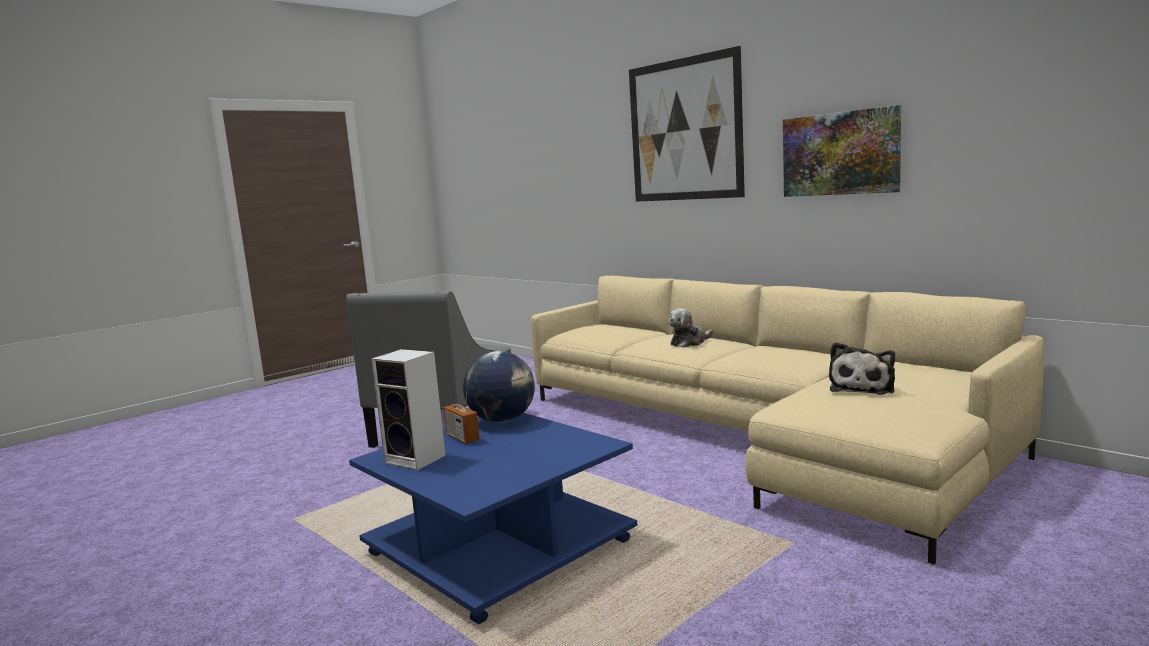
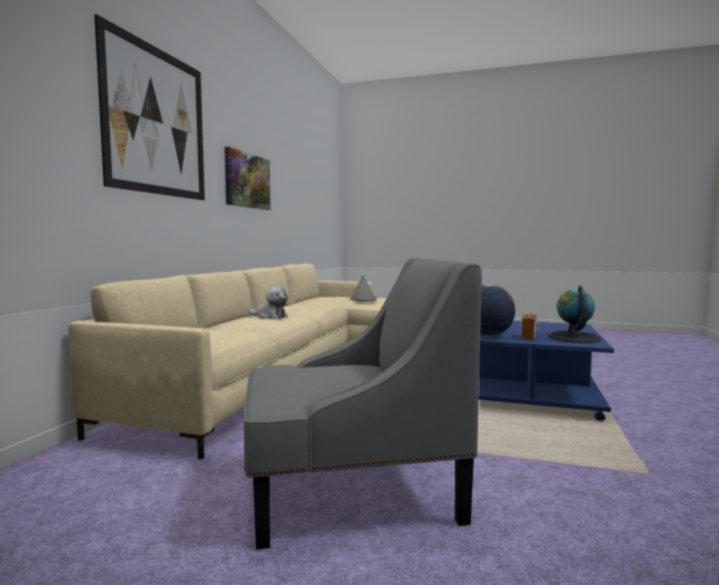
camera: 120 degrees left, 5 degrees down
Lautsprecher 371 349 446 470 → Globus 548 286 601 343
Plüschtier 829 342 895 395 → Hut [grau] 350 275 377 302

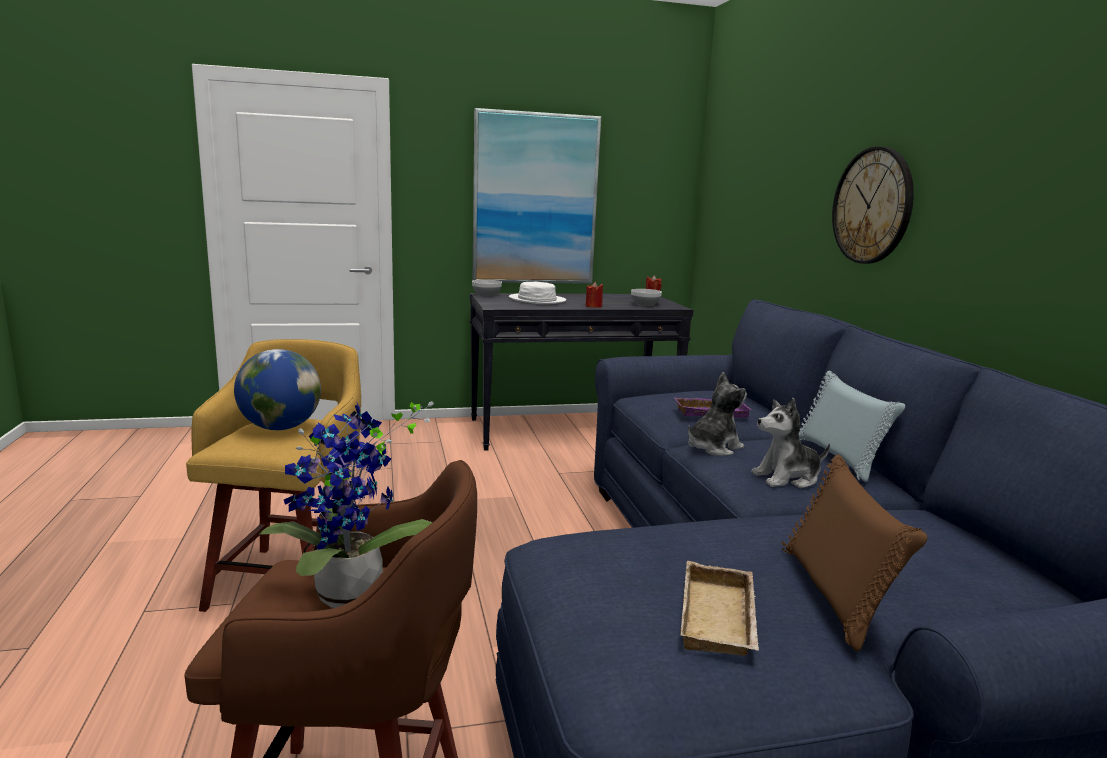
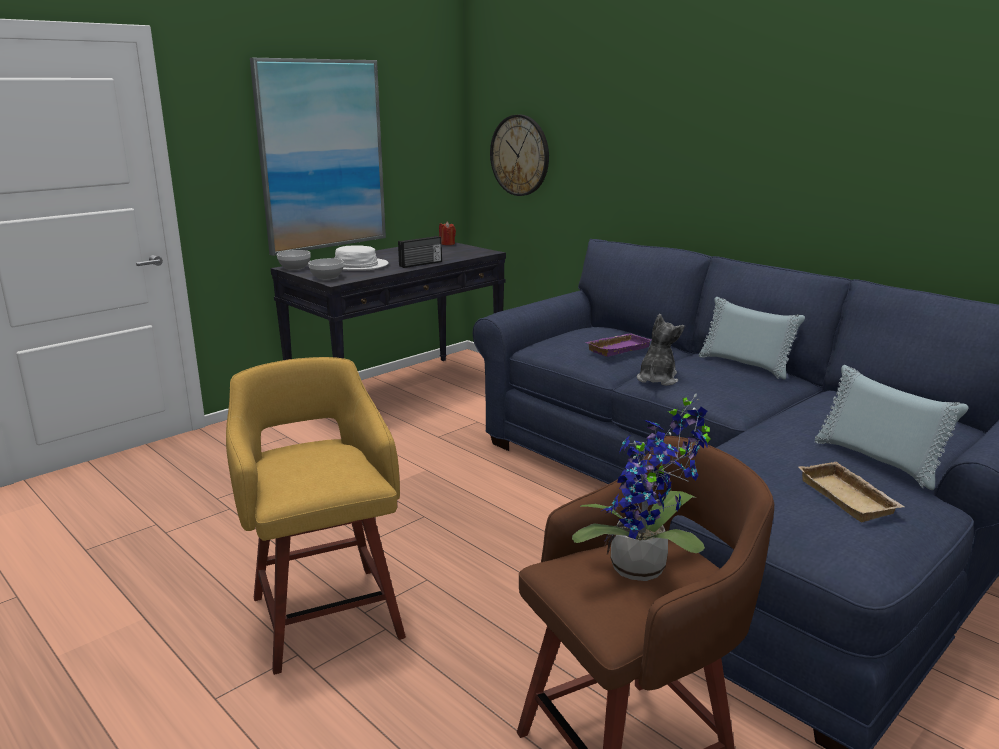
camera: 30 degrees left, 5 degrees up
Globus 234 349 321 430 → -
Plüschtier 751 398 830 488 → -
Schüssel 631 289 662 306 → Schüssel 308 258 344 280, shifted
Wanduhr 832 146 914 264 → Wanduhr 490 115 549 196, shifted
Kerze [rot] 586 282 603 308 → Radio 398 236 442 268
Kissen [braun] 781 455 928 652 → Kissen [blau] 815 365 969 490

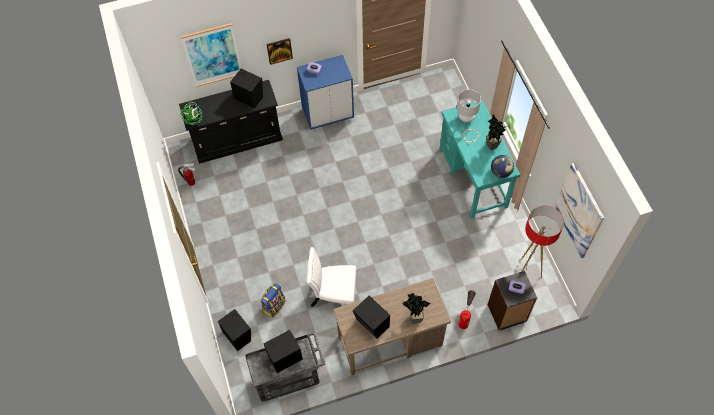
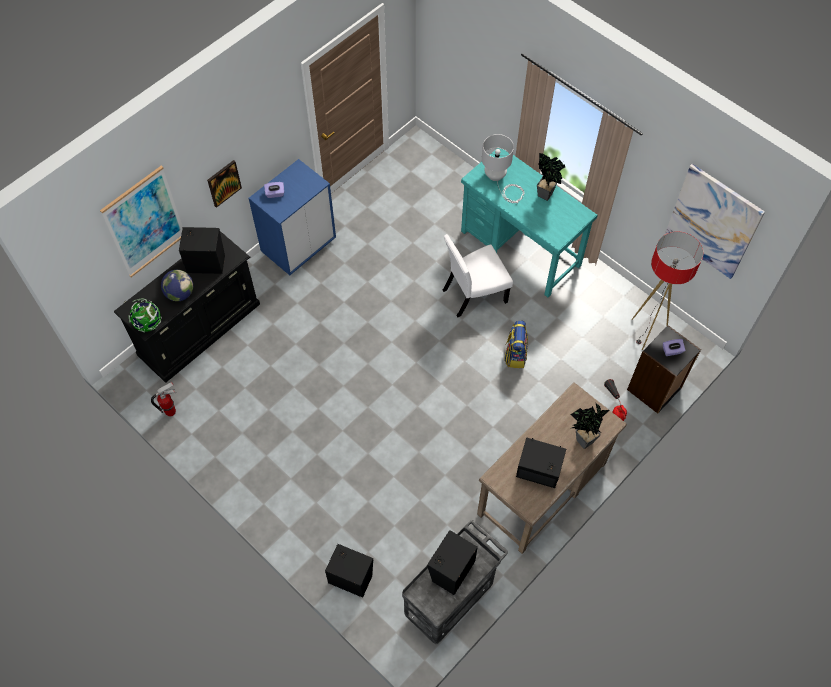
camera: 30 degrees left, 0 degrees up
Rucksack 260 283 286 318 → Rucksack 504 320 528 368, shifted
Stuhl [weiß] 307 247 356 307 → Stuhl [weiß] 443 234 513 317, shifted
Globus 491 155 514 178 → Globus 161 270 193 301, shifted

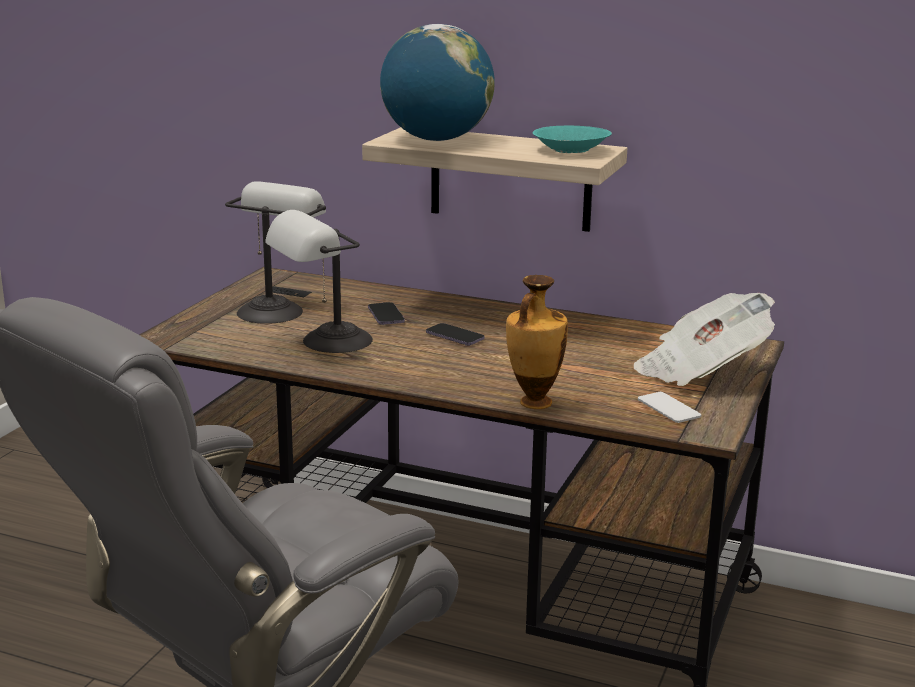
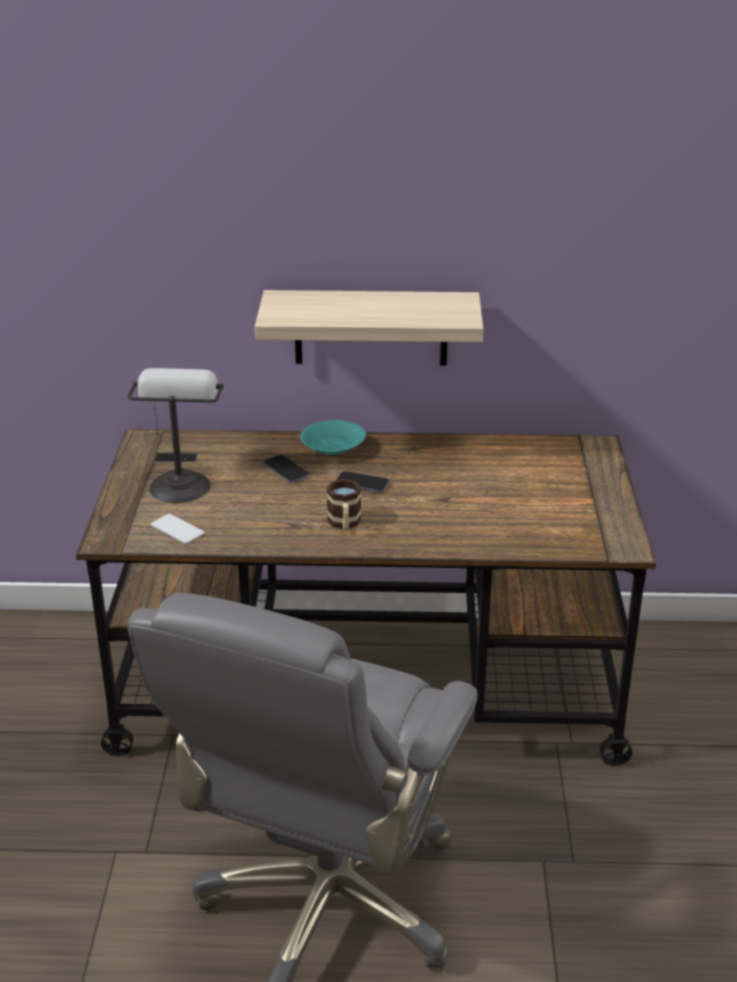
camera: 20 degrees left, 10 degrees up
Tischlampe 265 210 373 353 → -
Globus 380 24 495 141 → -
Vase 506 275 568 409 → -
Zeitung 634 293 775 386 → -
- → Henkelbecher 327 479 361 530
Schüssel [türkis] 533 126 612 153 → Schüssel [türkis] 300 420 366 455, shifted
Handy 638 392 701 423 → Handy 151 514 204 544, shifted

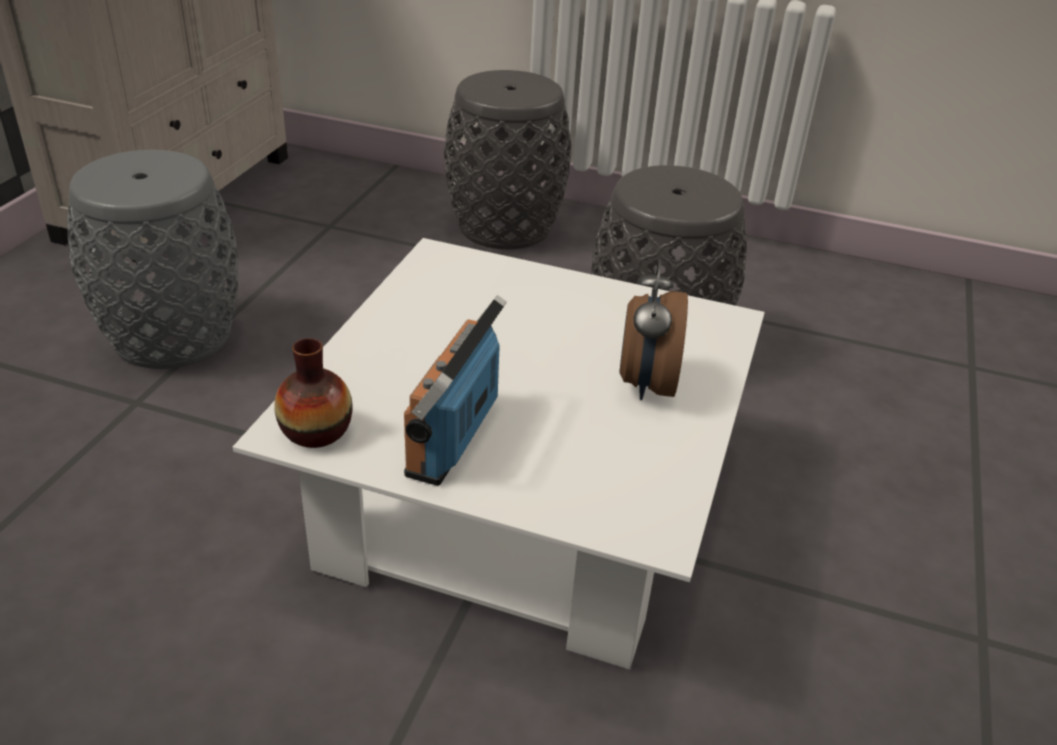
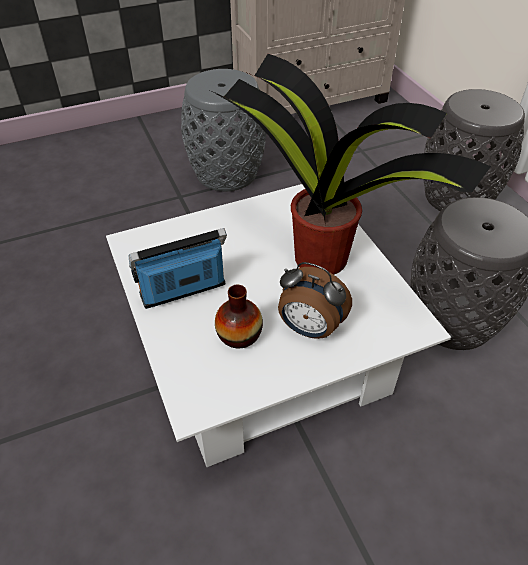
camera: 50 degrees right, 10 degrees up
- → Topfpflanze 210 54 491 275
Vase 274 338 353 448 → Vase 215 285 263 348, shifted
Wecker 619 259 688 400 → Wecker 278 262 352 339, 120 degrees counterclockwise

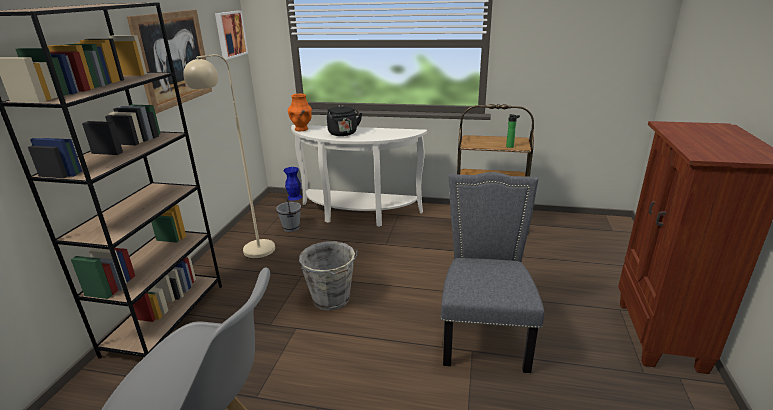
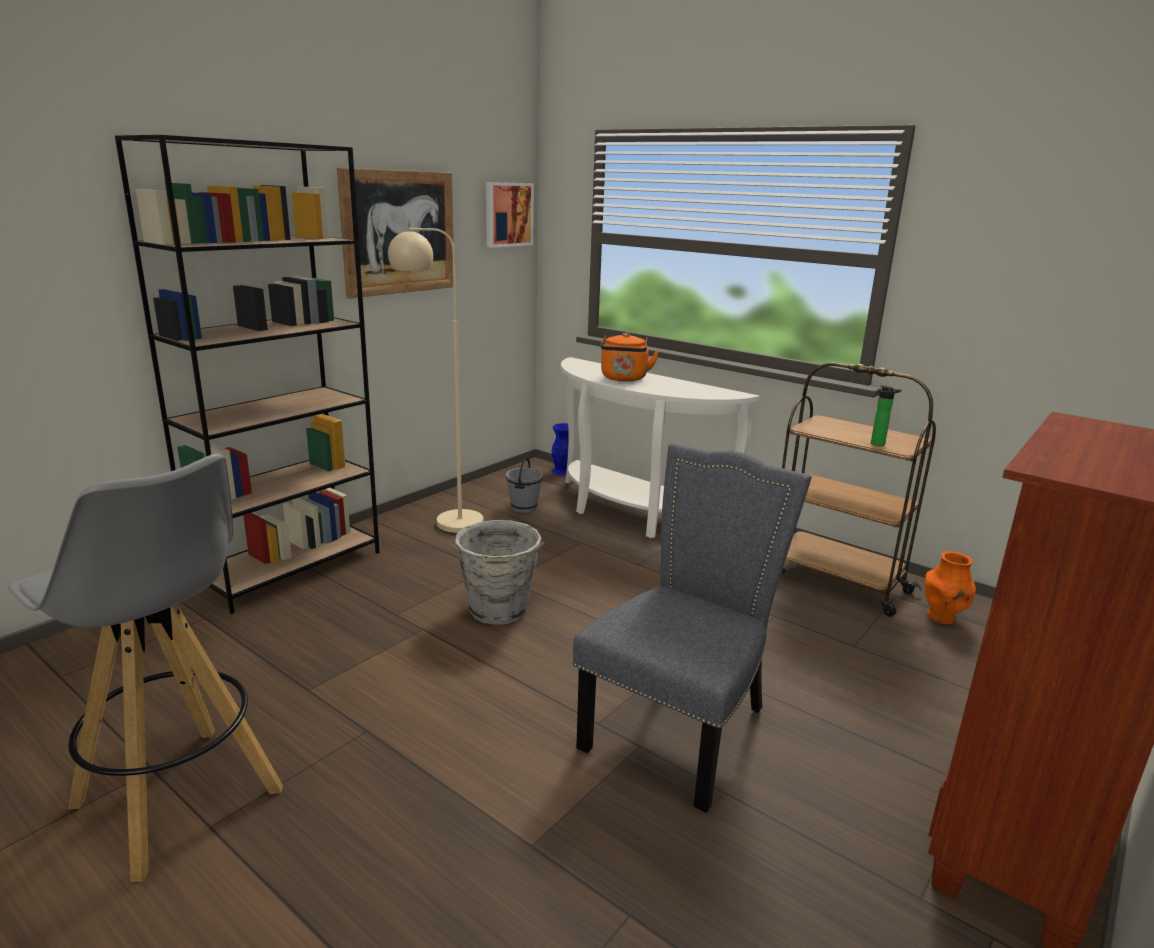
camera: 25 degrees right, 5 degrees down
Vase [orange] 288 94 312 131 → Vase [orange] 925 551 976 624, shifted
Wasserkessel [schwarz] 327 105 362 136 → Wasserkessel [orange] 601 333 659 382

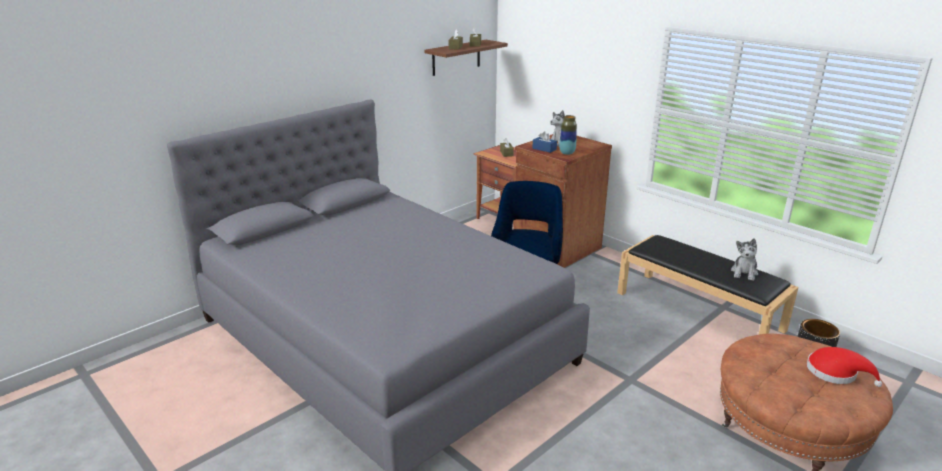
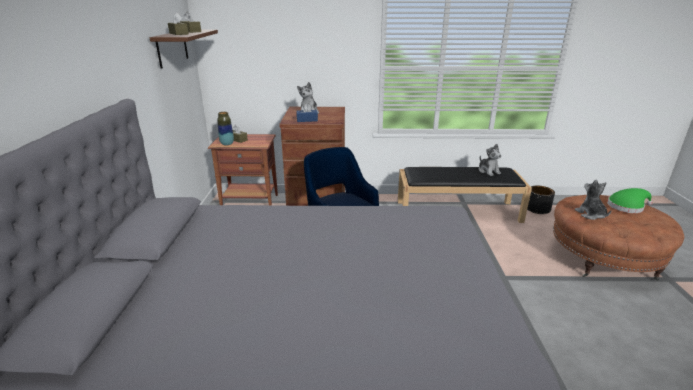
camera: 45 degrees left, 0 degrees up
- → Plüschtier 575 179 611 220
Vase 559 115 577 155 → Vase 217 112 234 145, shifted
Hut [rot] 807 347 882 387 → Hut [grün] 607 188 652 213

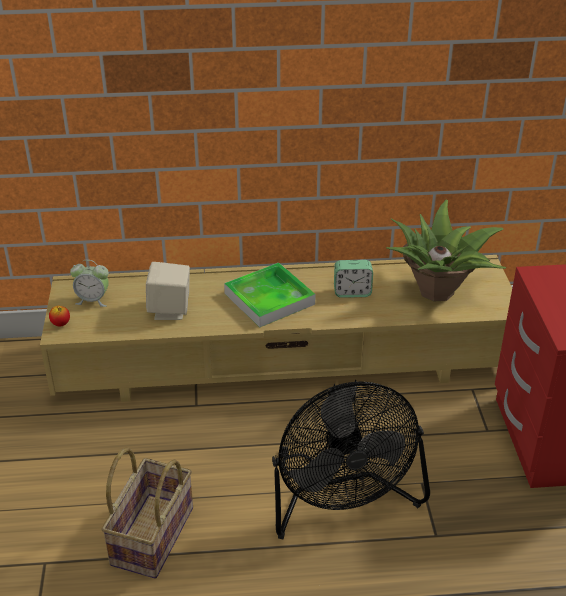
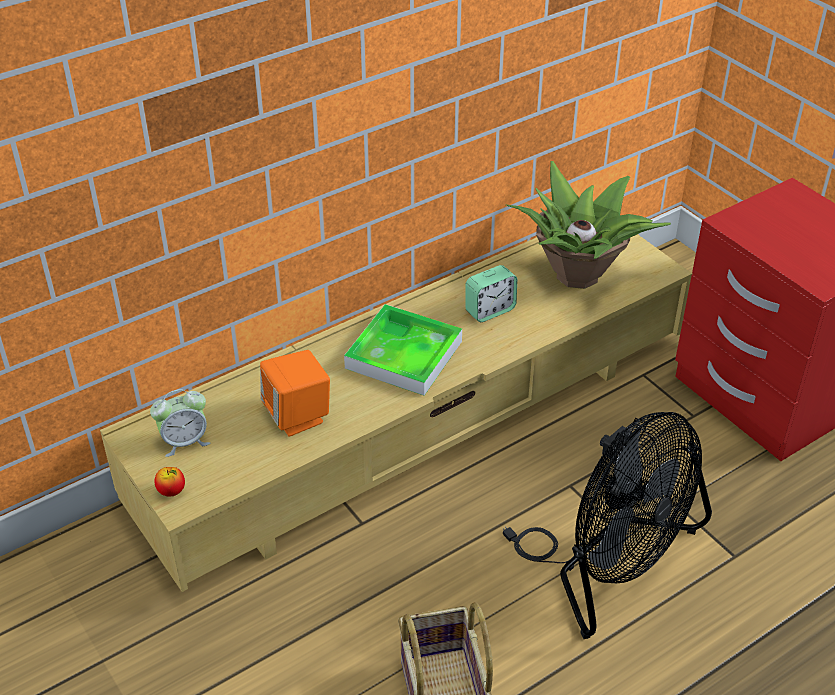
camera: 30 degrees left, 5 degrees up
Lautsprecher [beige] 146 262 190 320 → Lautsprecher [orange] 260 350 330 437

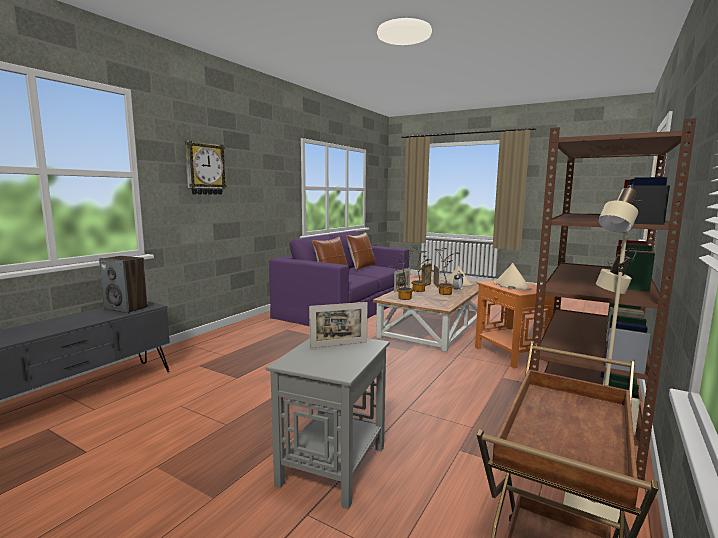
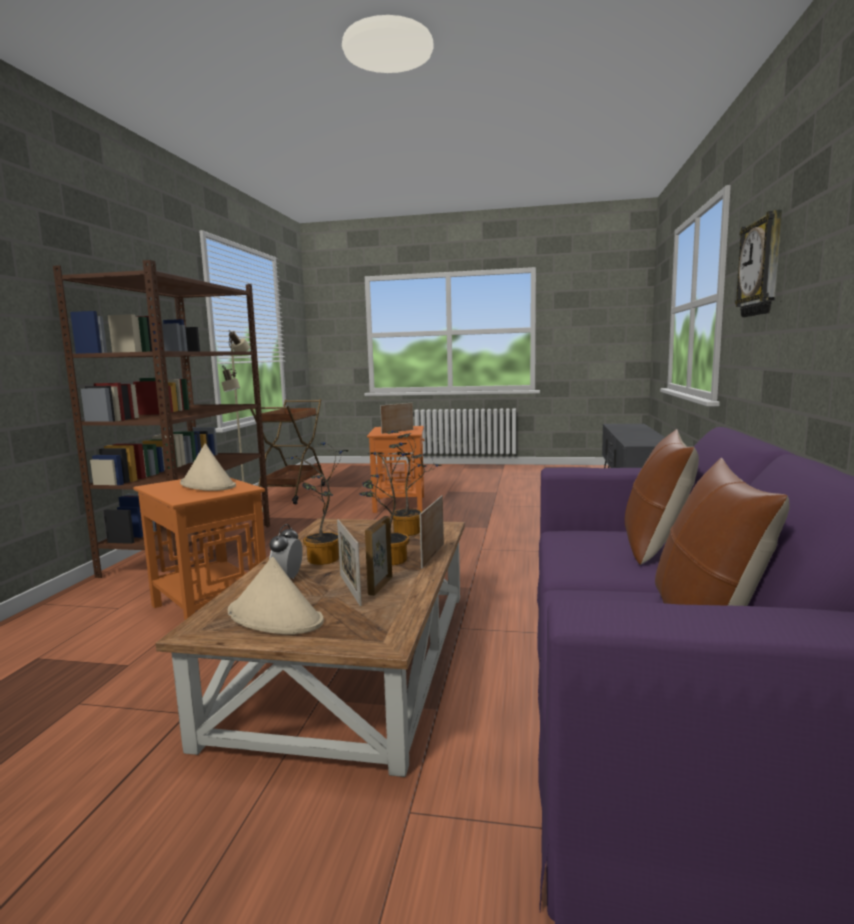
camera: 160 degrees right, 0 degrees up
Lautsprecher 99 256 148 313 → -
Beistelltisch [grau] 266 338 390 509 → Beistelltisch [orange] 367 426 424 513

